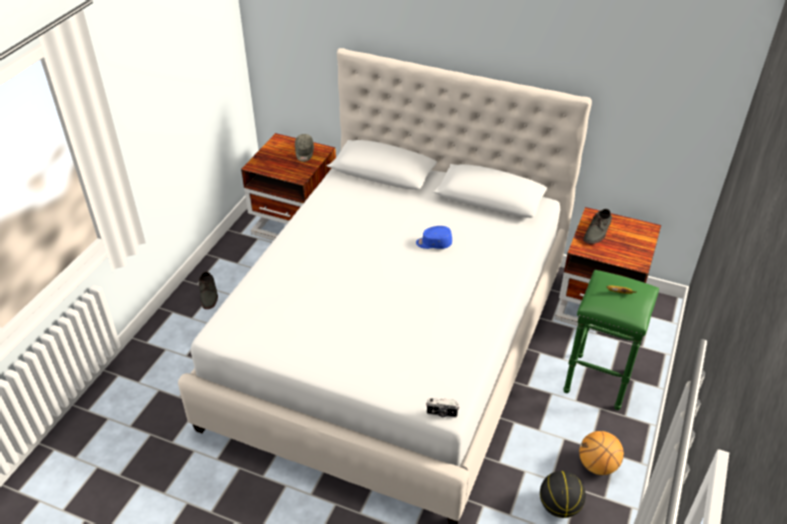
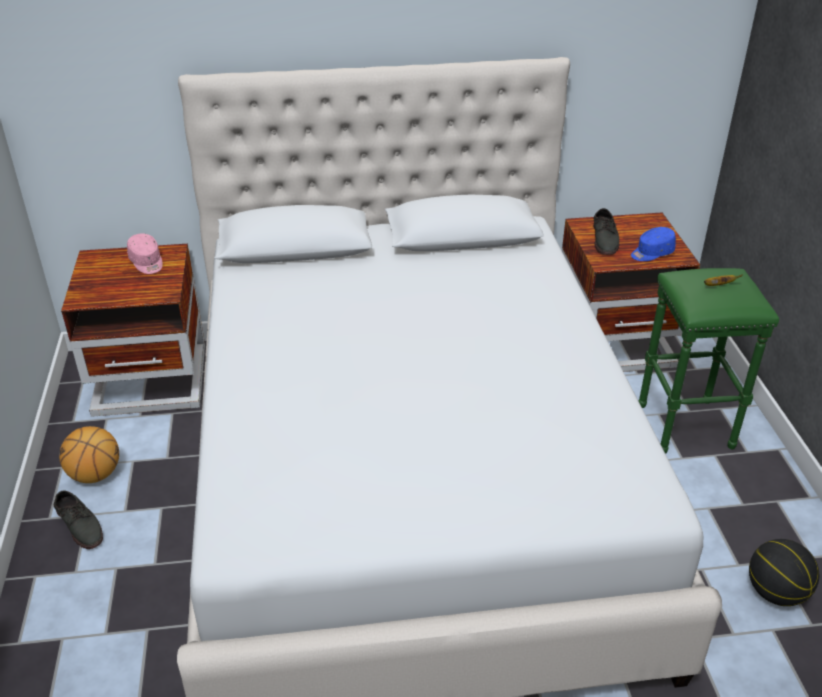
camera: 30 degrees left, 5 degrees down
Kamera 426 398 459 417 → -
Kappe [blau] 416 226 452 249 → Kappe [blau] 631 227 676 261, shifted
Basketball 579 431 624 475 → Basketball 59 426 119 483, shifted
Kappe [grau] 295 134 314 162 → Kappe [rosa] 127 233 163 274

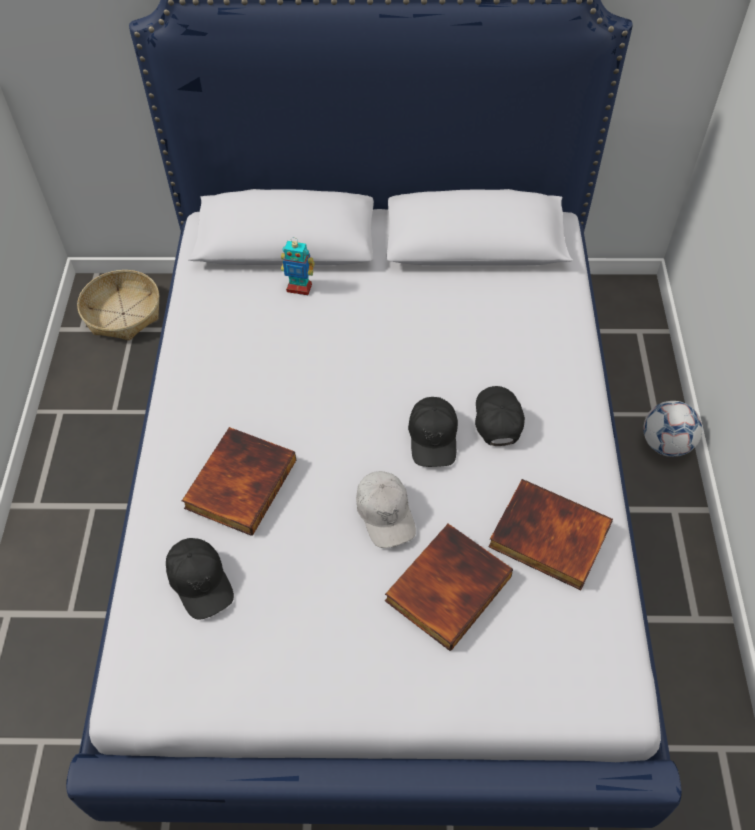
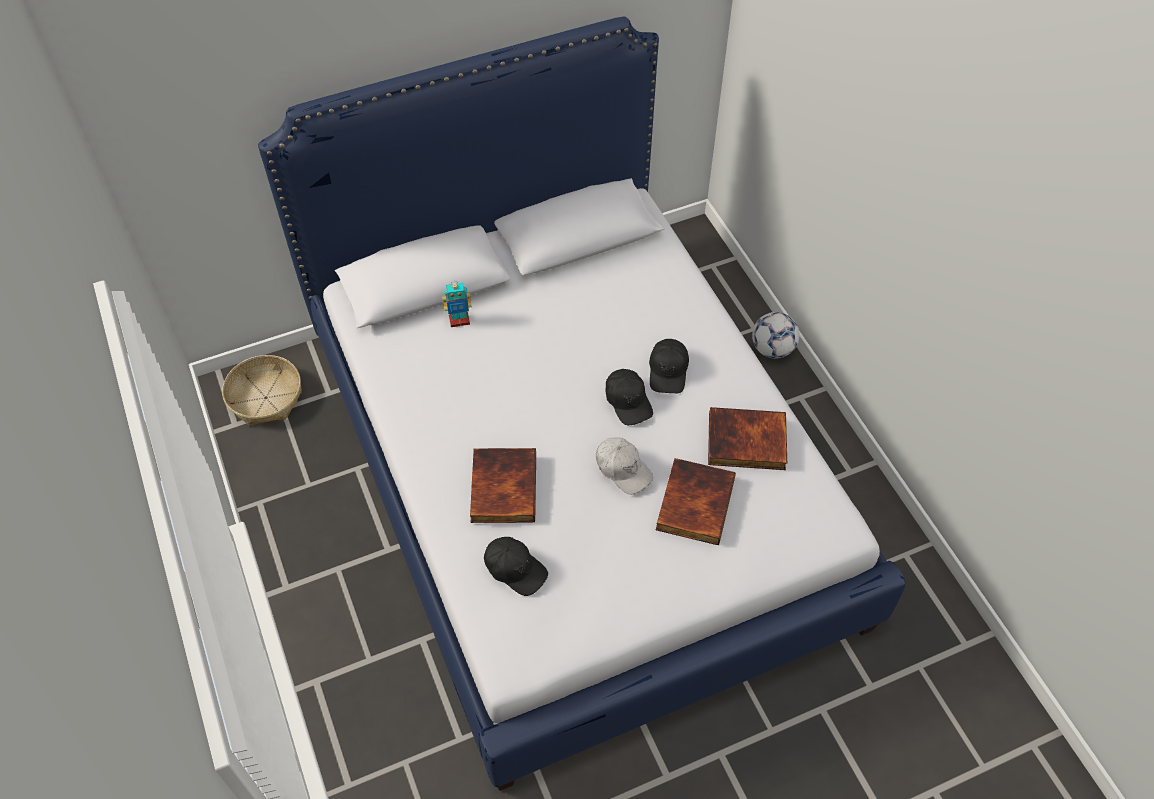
camera: 25 degrees left, 0 degrees up
Kappe [schwarz] 475 386 525 446 → Kappe [schwarz] 649 339 689 393, 150 degrees counterclockwise

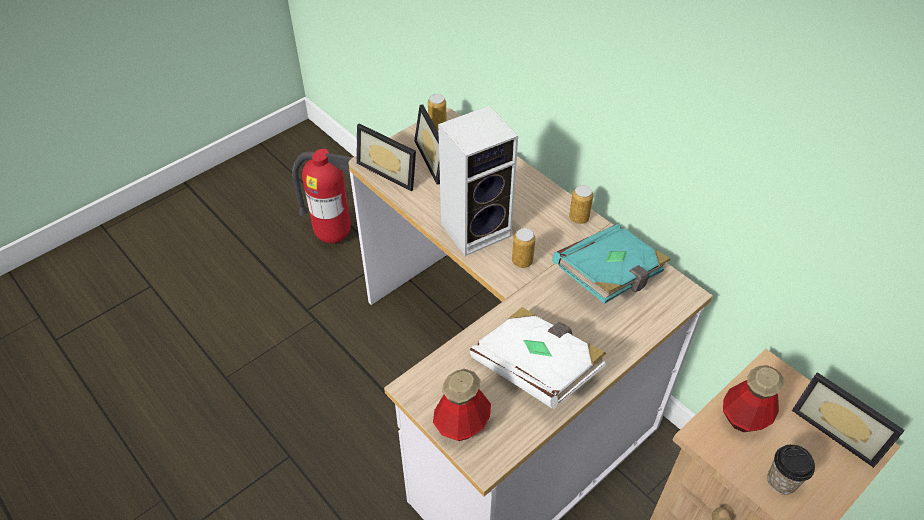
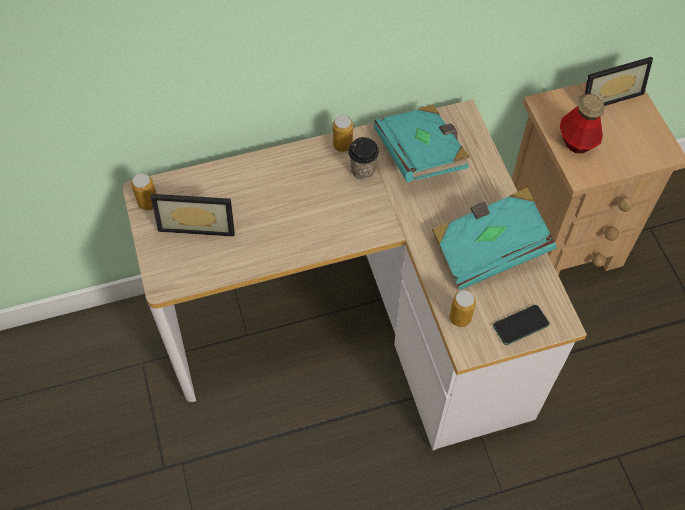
camera: 65 degrees left, 10 degrees up
Feuerlöscher 292 149 353 244 → -
Bilderrahmen 356 123 416 191 → -
Lautsprecher 438 106 518 256 → -
Dose 512 228 535 268 → Dose 449 290 476 327, shifted
Tasse 767 445 815 495 → Tasse 348 137 379 180, shifted
Flasche 433 369 491 441 → Handy 493 305 550 345
Buch [weiß] 470 307 606 409 → Buch [türkis] 432 187 557 290

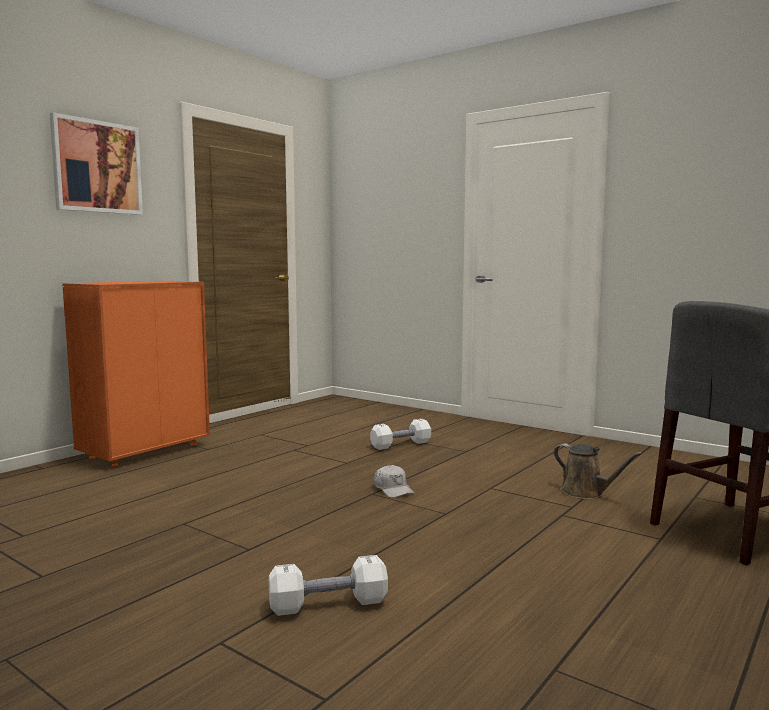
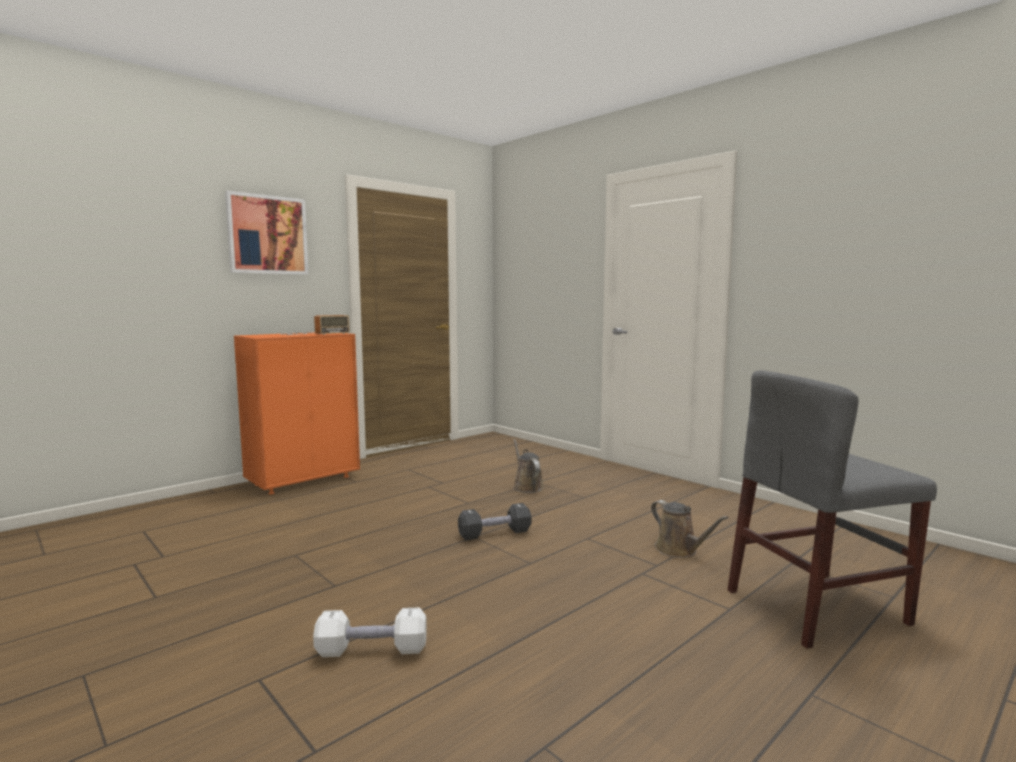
camera: 10 degrees right, 0 degrees up
- → Radio 281 315 350 335
Hantel [weiß] 370 419 431 450 → Gießkanne [braun] 513 439 544 493
Kappe [weiß] 374 465 414 498 → Hantel [schwarz] 458 503 531 540

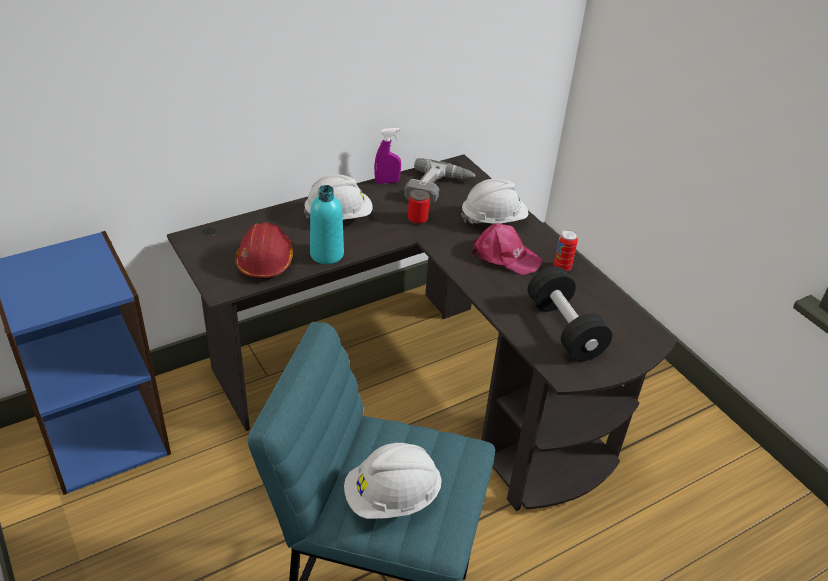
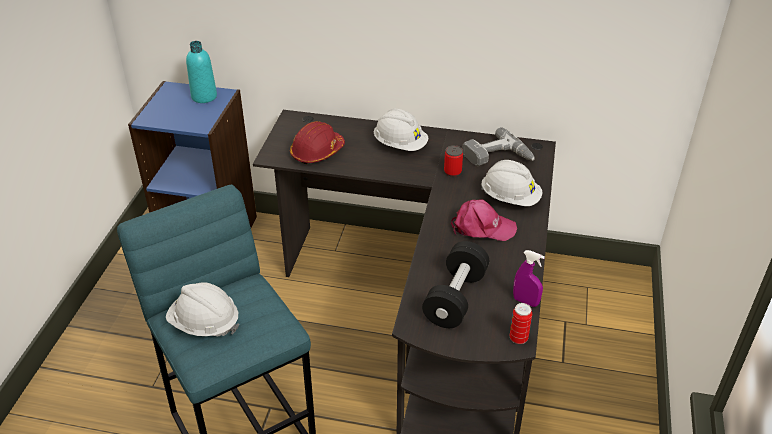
camera: 45 degrees right, 0 degrees up
Flasche [türkis] 310 185 344 264 → Flasche [türkis] 186 41 217 103, shifted
Sprühflasche [lila] 374 128 401 184 → Sprühflasche [lila] 513 250 545 307, shifted
Dose 554 230 578 271 → Dose 510 303 532 344, shifted
Kappe [rosa] 471 223 543 275 → Kappe [rosa] 451 199 517 241, 60 degrees counterclockwise

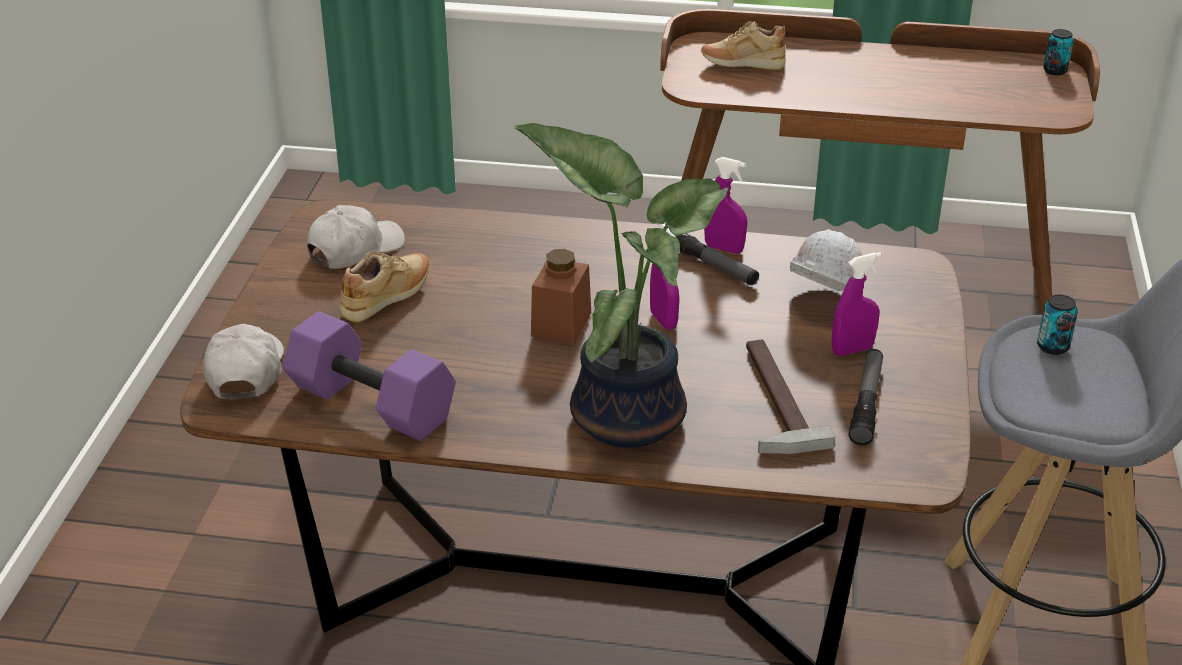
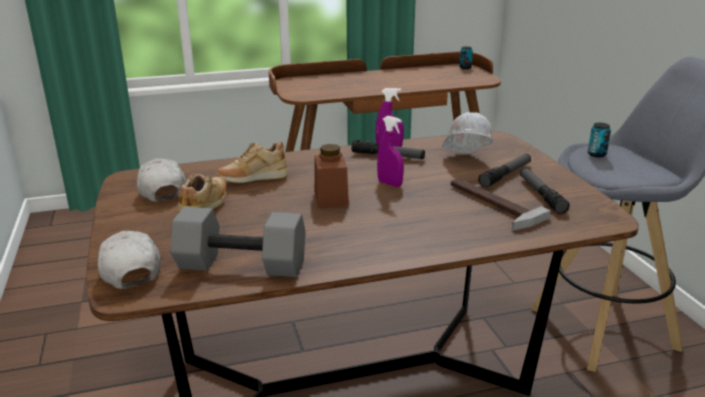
camera: 25 degrees left, 10 degrees down
Topfpflanze 514 123 729 448 → -
Schuh [beige] 701 21 786 70 → Schuh [beige] 216 142 288 183, shifted
Sprühflasche [lila] 832 252 882 356 → Taschenlampe 478 154 531 188
Hantel [lila] 283 311 456 441 → Hantel [grau] 170 207 306 277
Kappe [weiß] 307 205 405 269 → Kappe [weiß] 137 158 186 202, 45 degrees counterclockwise

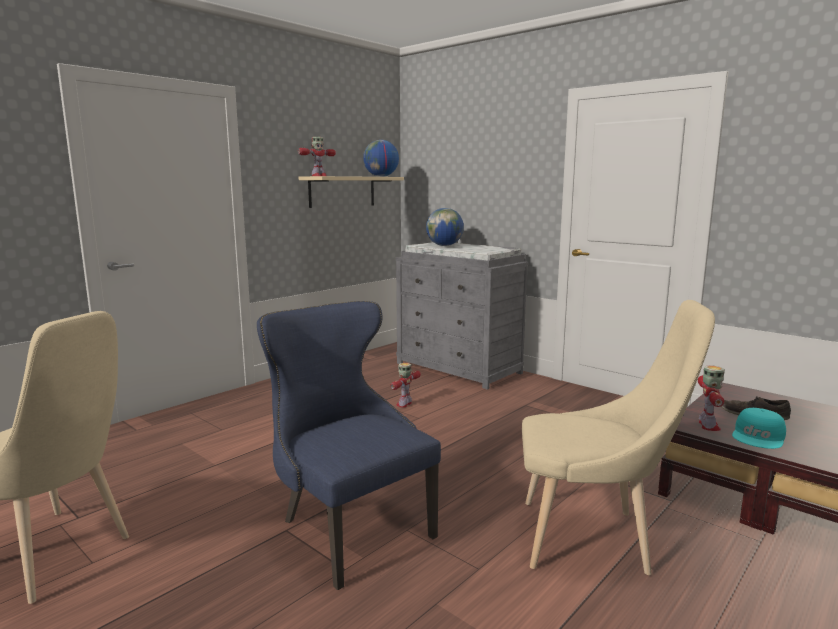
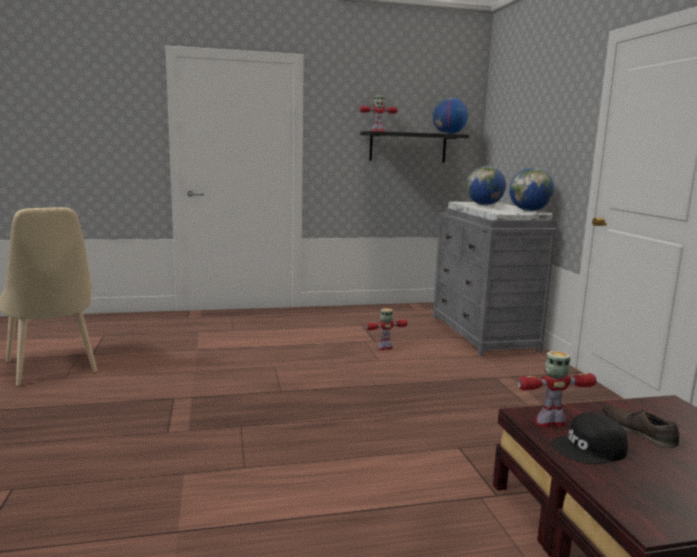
camera: 35 degrees right, 0 degrees up
Stuhl [blau] 257 301 441 590 → -
Stuhl [beige] 522 300 715 575 → -
- → Globus 509 168 554 211
Wandregal [beige] 299 176 404 208 → Wandregal [schwarz] 360 131 469 162
Kappe [türkis] 732 408 786 449 → Kappe [schwarz] 552 412 628 464
Spielzeugroboter 698 365 725 431 → Spielzeugroboter 517 351 597 427, 150 degrees counterclockwise

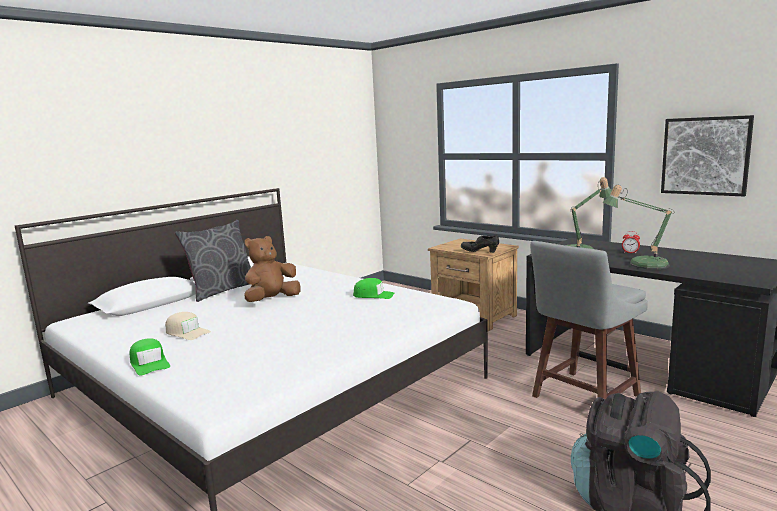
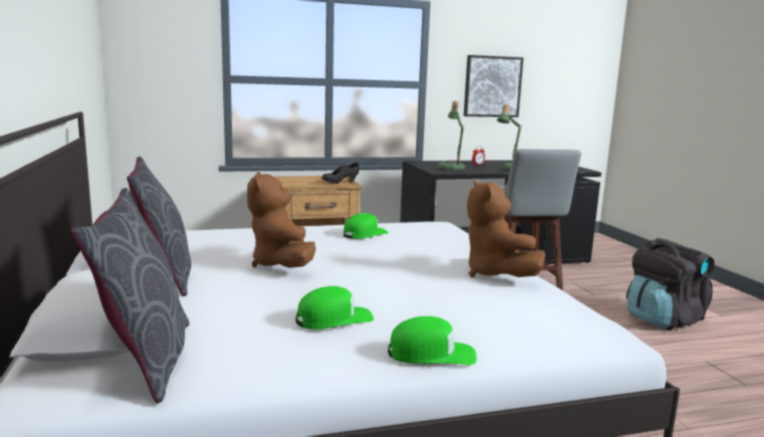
camera: 60 degrees left, 0 degrees up
- → Kissen [grau] 71 188 189 403
- → Plüschtier [braun] 467 180 545 277
Kappe [beige] 165 312 211 340 → Kappe [grün] 295 286 374 329

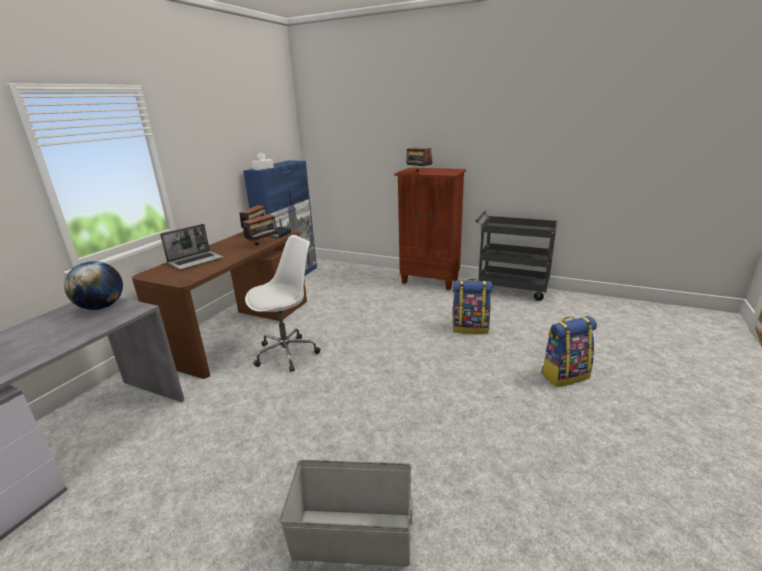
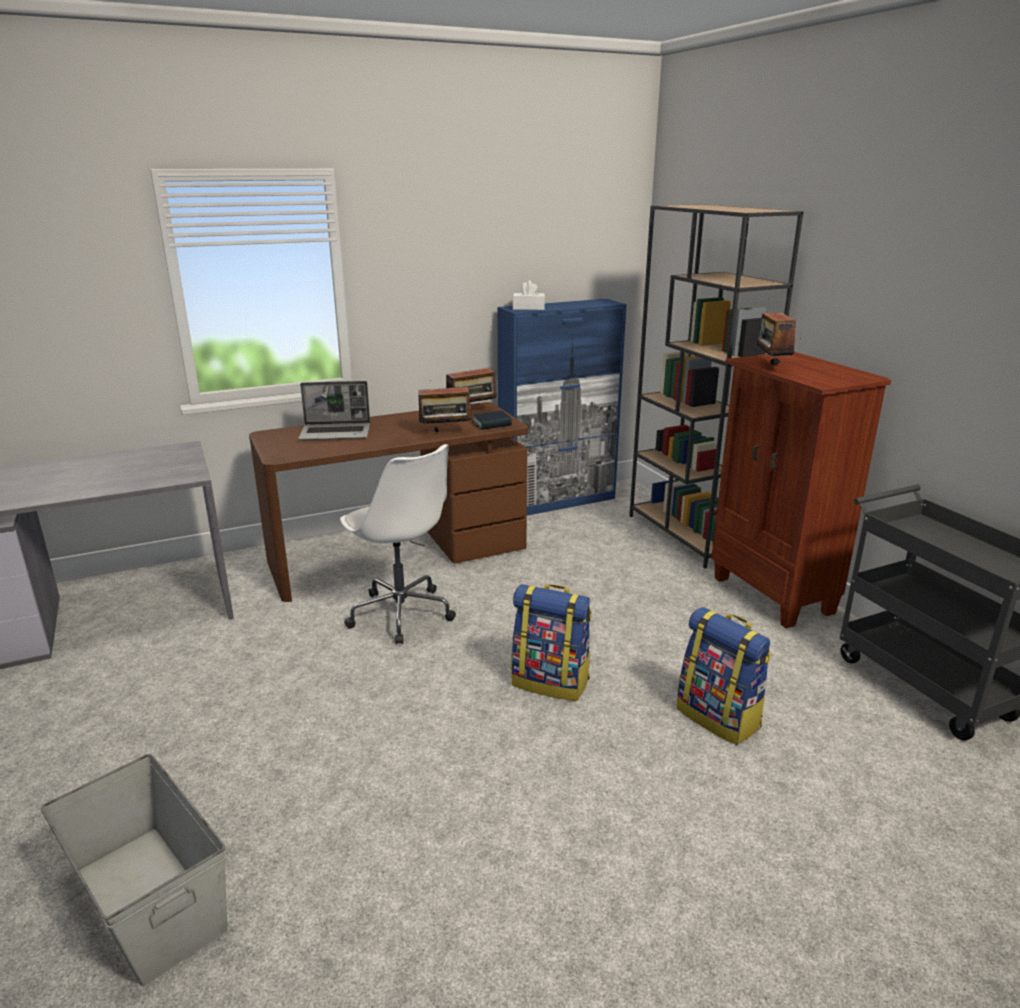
camera: 40 degrees right, 0 degrees up
Globus 64 261 123 310 → -
- → Bücherregal 629 204 803 568
Rucksack 541 316 597 387 → Rucksack 511 584 591 701, shifted
Bürostuhl [weiß] 245 235 320 372 → Bürostuhl [weiß] 340 444 456 644, 45 degrees clockwise

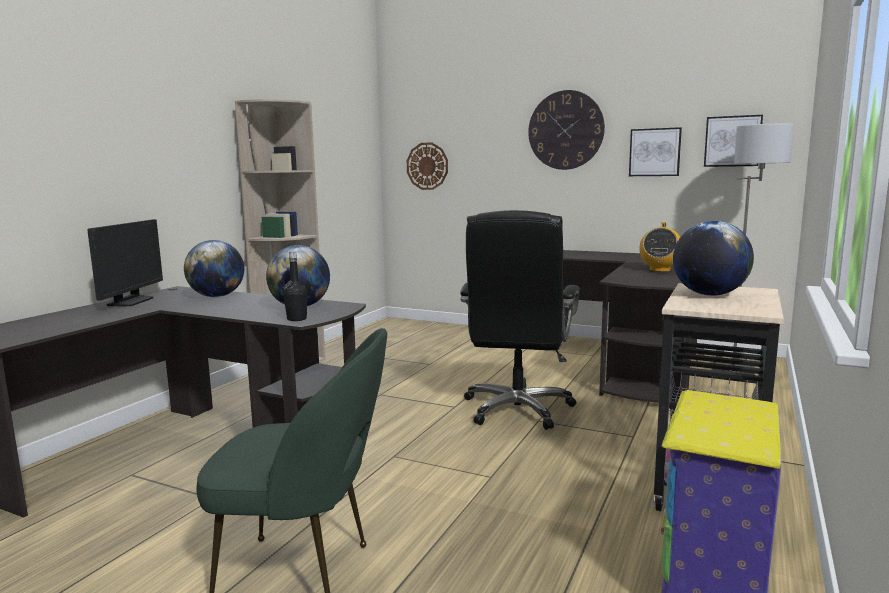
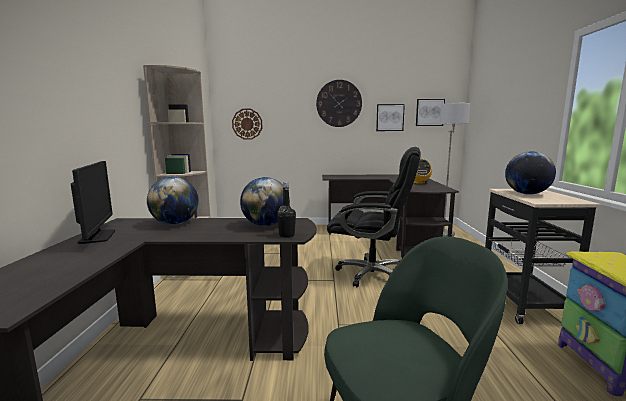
camera: 25 degrees left, 0 degrees up
Bürostuhl [schwarz] 460 210 580 430 → Bürostuhl [schwarz] 327 147 421 287, 60 degrees counterclockwise

